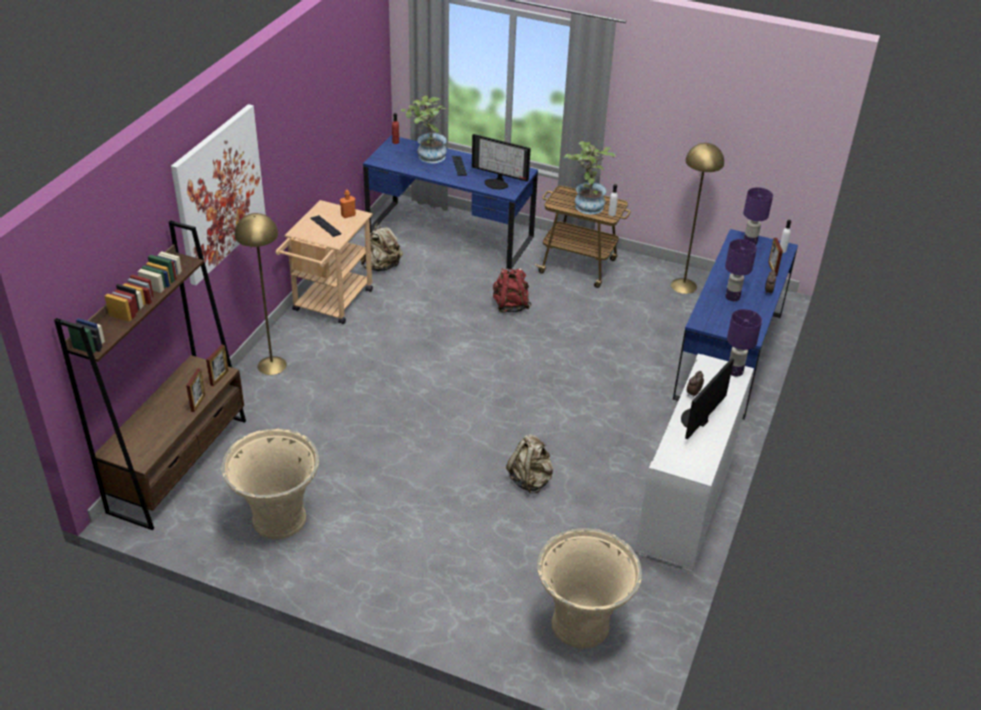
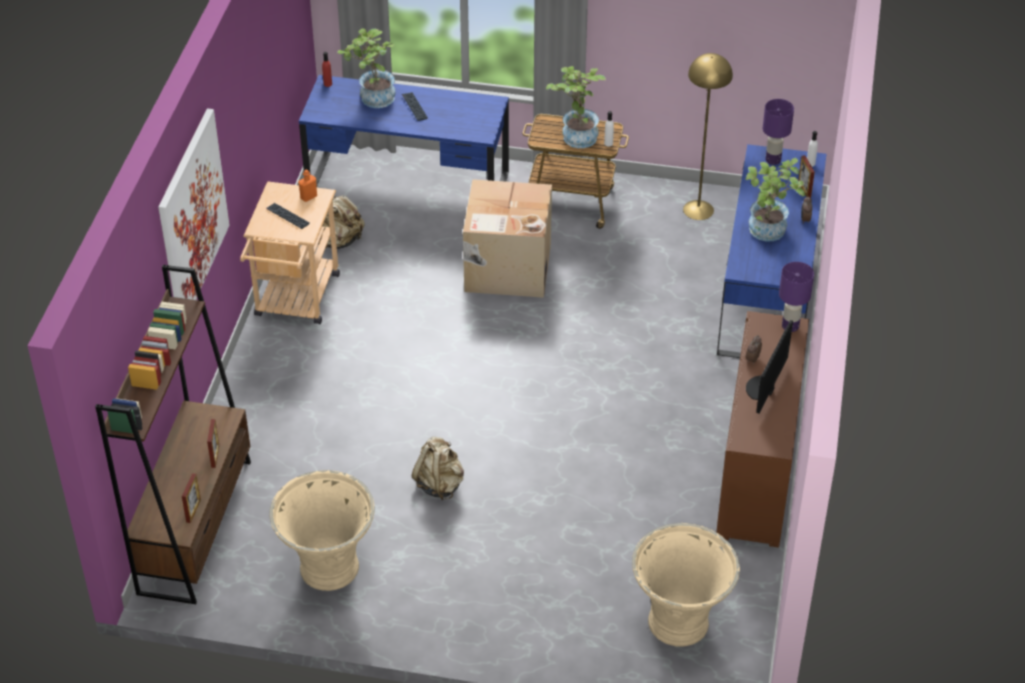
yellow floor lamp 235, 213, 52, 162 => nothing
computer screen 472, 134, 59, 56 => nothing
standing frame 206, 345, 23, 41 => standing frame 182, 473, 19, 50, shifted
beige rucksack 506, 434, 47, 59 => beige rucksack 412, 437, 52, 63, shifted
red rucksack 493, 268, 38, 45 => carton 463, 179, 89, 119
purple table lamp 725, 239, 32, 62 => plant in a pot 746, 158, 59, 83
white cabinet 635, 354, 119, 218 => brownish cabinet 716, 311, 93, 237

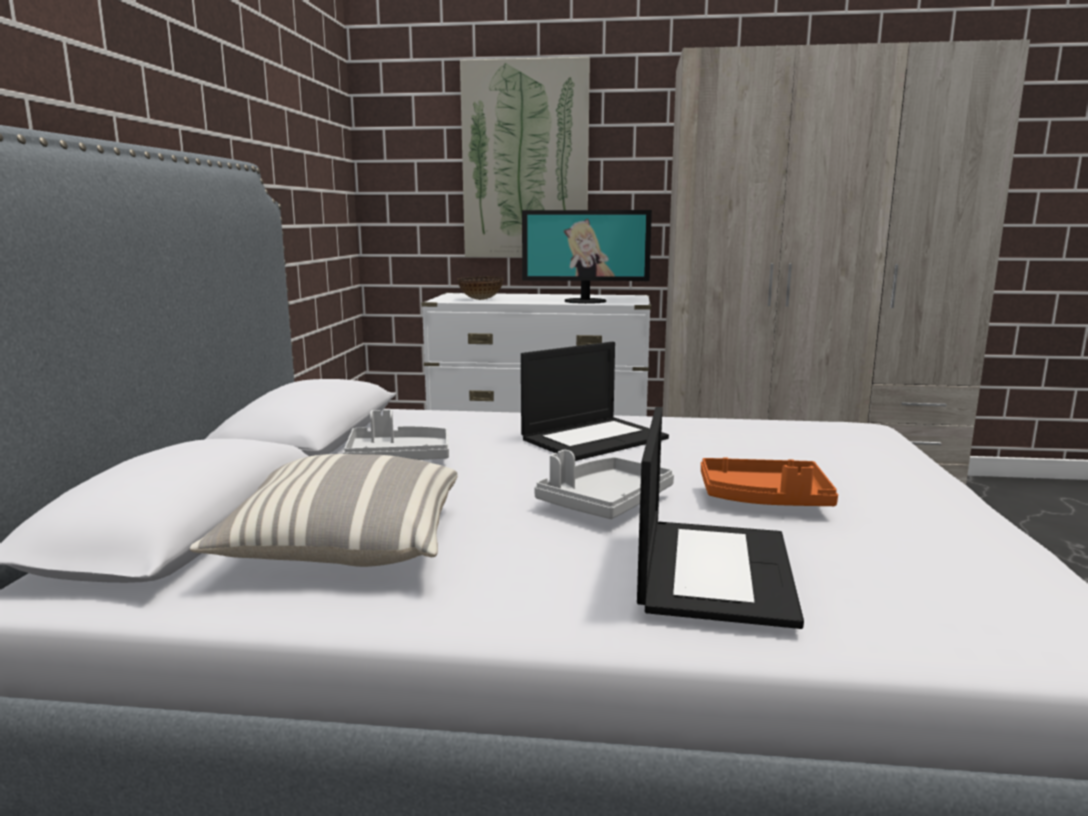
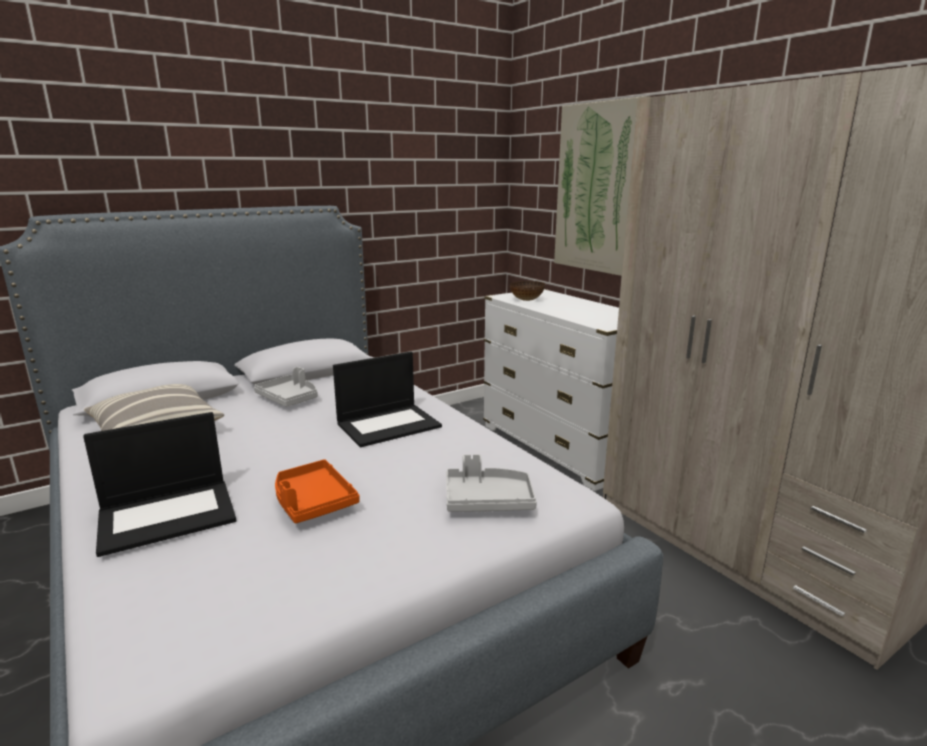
computer screen 522, 210, 130, 94 => nothing
greyish carrying tray 534, 450, 140, 69 => greyish carrying tray 446, 454, 91, 58, shifted
laptop 521, 342, 148, 119 => laptop 333, 352, 109, 95, 45 degrees counterclockwise

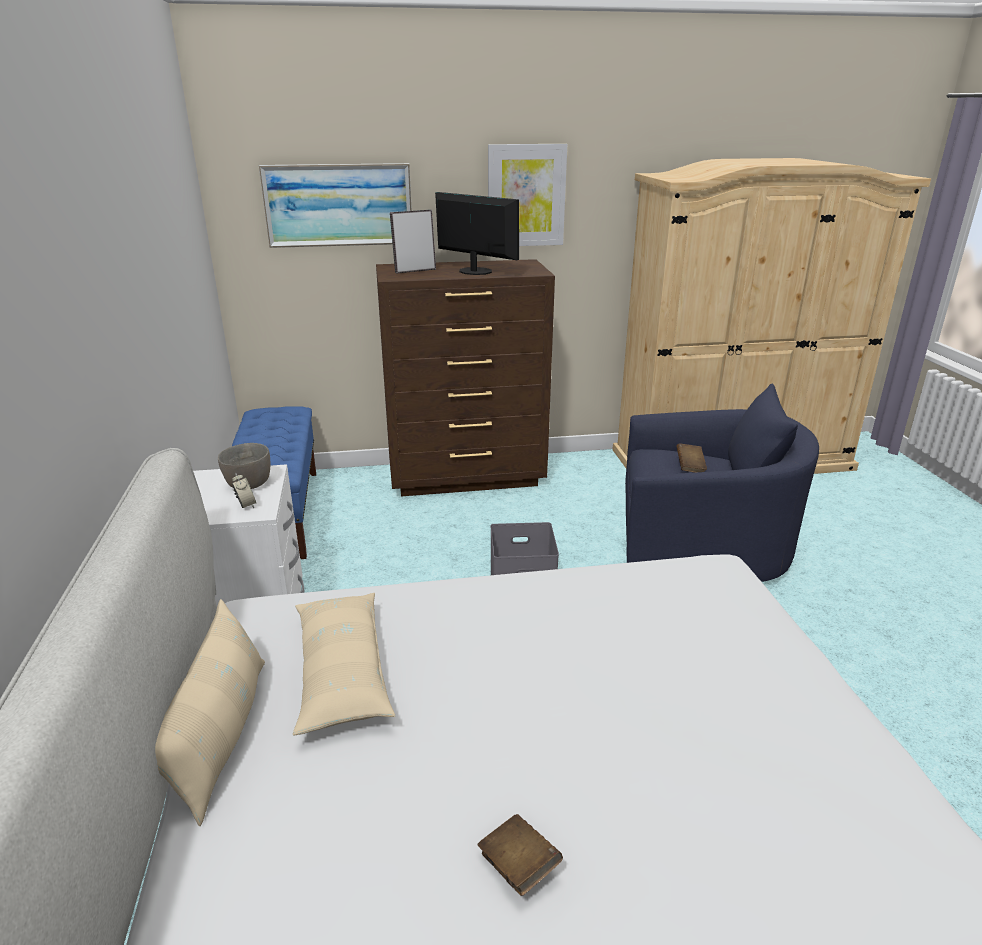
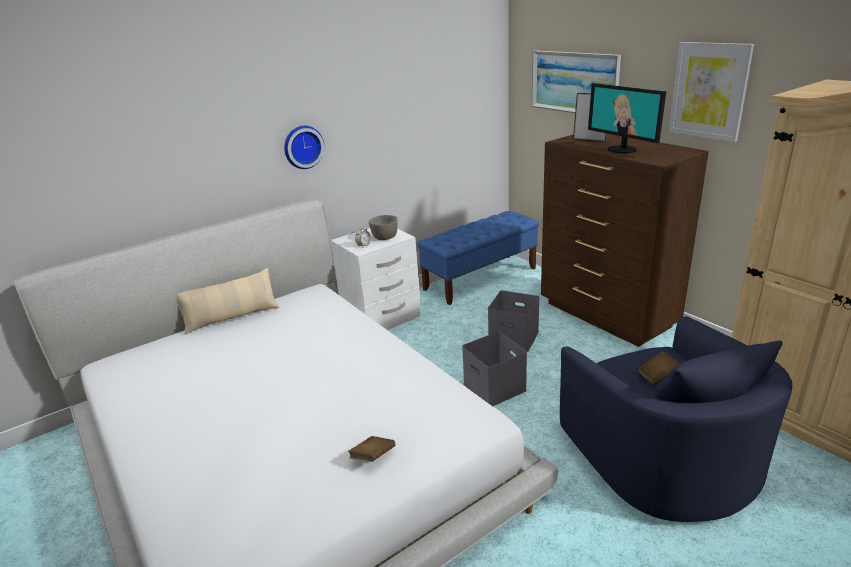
beige throw pillow 293, 593, 102, 142 => nothing
nothing => clock on the wall 284, 126, 40, 43
nothing => greyish storage box 488, 290, 52, 62
brownish book 477, 814, 86, 82 => brownish book 348, 436, 47, 26, shifted
computer screen 435, 192, 84, 83 => computer screen 588, 83, 79, 70, 135 degrees clockwise

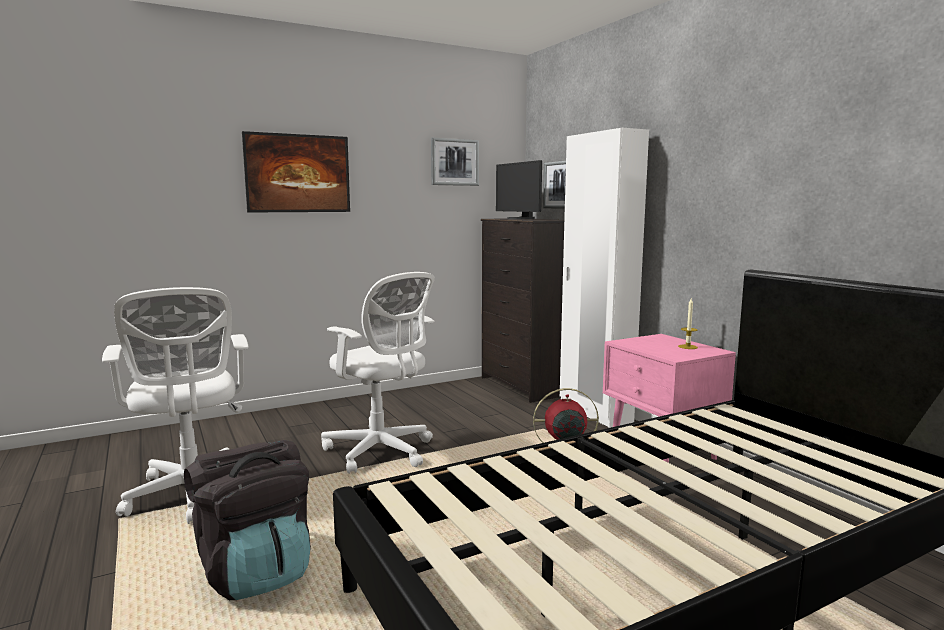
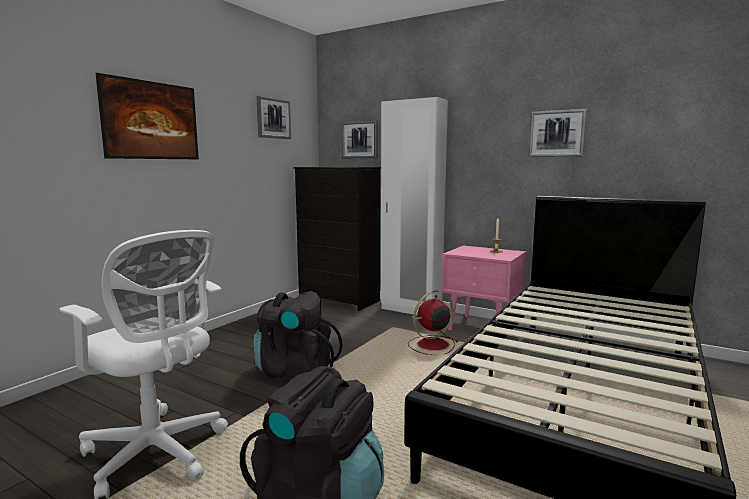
computer screen 496, 160, 46, 59 => nothing
nothing => picture 528, 109, 59, 48
white computer chair 321, 272, 114, 202 => blackish rucksack 253, 291, 90, 88

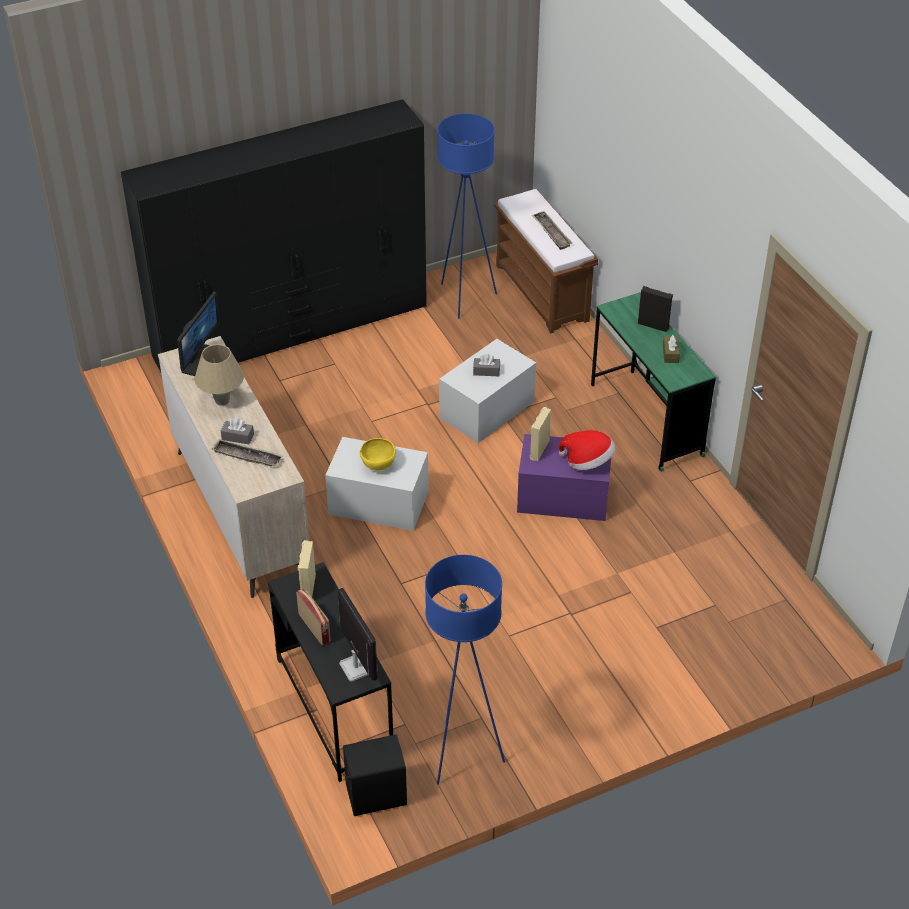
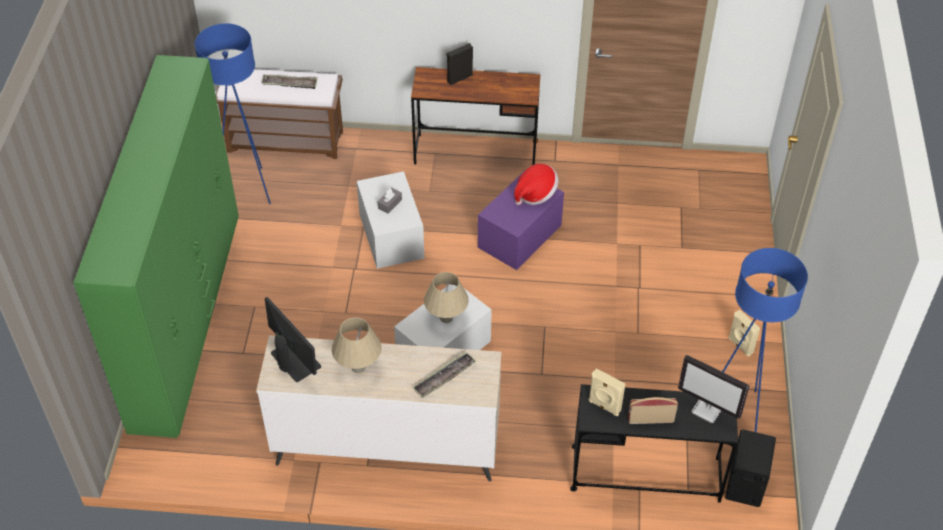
greyish tissue box 221, 418, 33, 26 => nothing
brownish tissue box 663, 335, 17, 28 => nothing
beige speaker 530, 407, 21, 54 => beige speaker 728, 310, 32, 47, shifted
yellow bowl 360, 438, 36, 33 => beige table lamp 424, 272, 45, 51
blackish wardrobe 121, 99, 306, 273 => green-coloured wardrobe 73, 55, 166, 383
green-coloured desk 591, 292, 125, 180 => brownish desk 411, 67, 130, 98
computer screen 338, 588, 40, 94 => computer screen 678, 355, 72, 68, 150 degrees counterclockwise

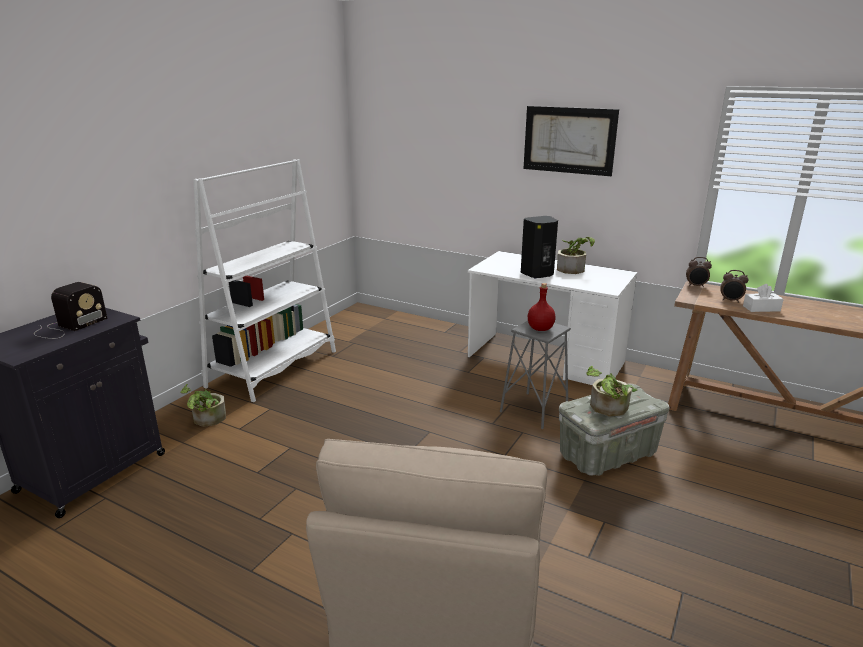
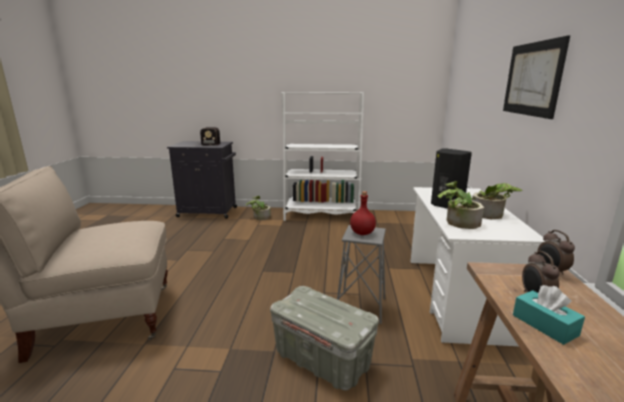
plant in a pot 586, 366, 52, 51 => plant in a pot 438, 181, 46, 48, shifted
white tissue box 743, 284, 41, 28 => blue-green tissue box 513, 285, 72, 60

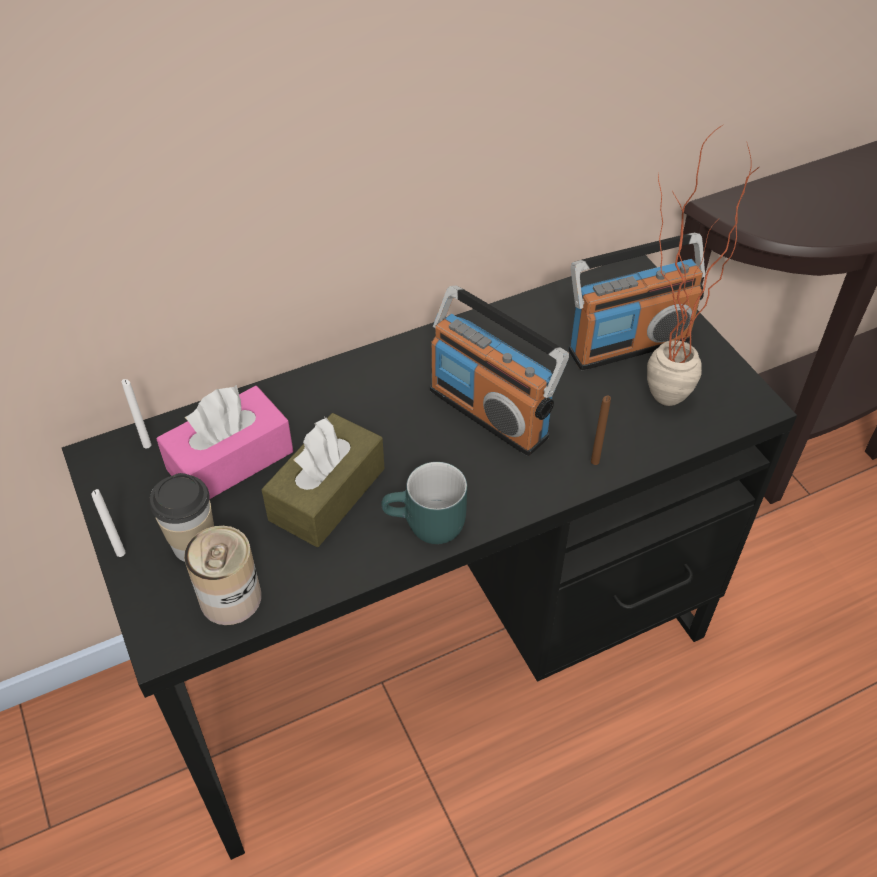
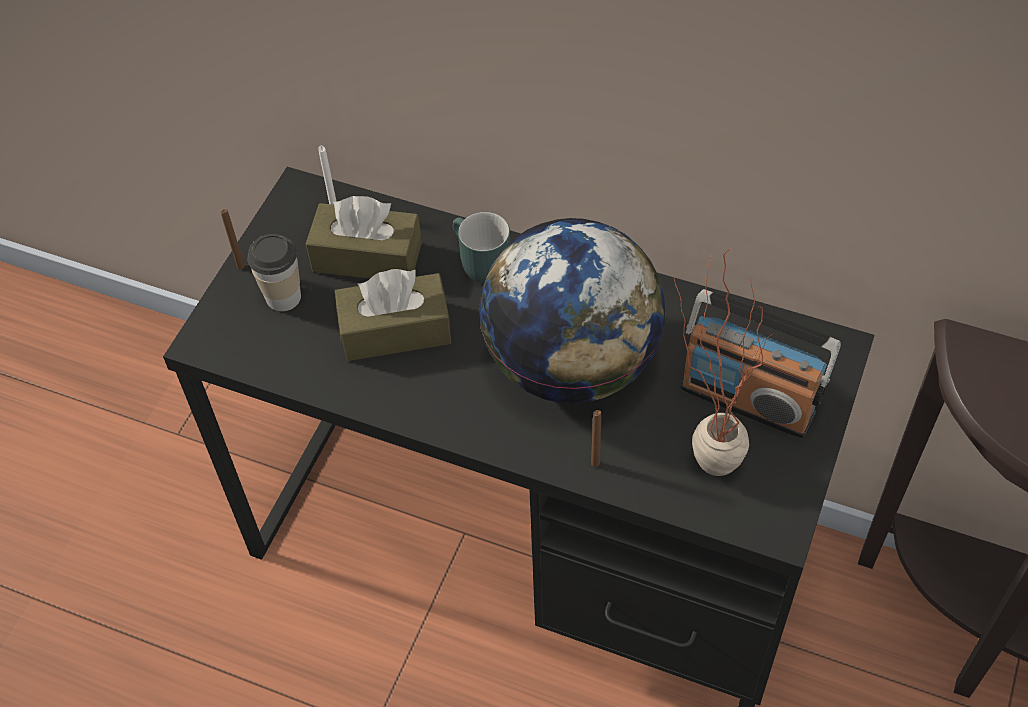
can 184, 526, 78, 99 => nothing
blue-green tea mug 381, 462, 86, 82 => blue-green tea mug 453, 212, 57, 71, shifted
radio set 430, 285, 139, 171 => desk globe 479, 218, 187, 186
white candle 91, 489, 35, 68 => brownish candle 221, 209, 24, 60
pinkish tissue box 156, 385, 137, 114 => brownish tissue box 306, 196, 116, 83

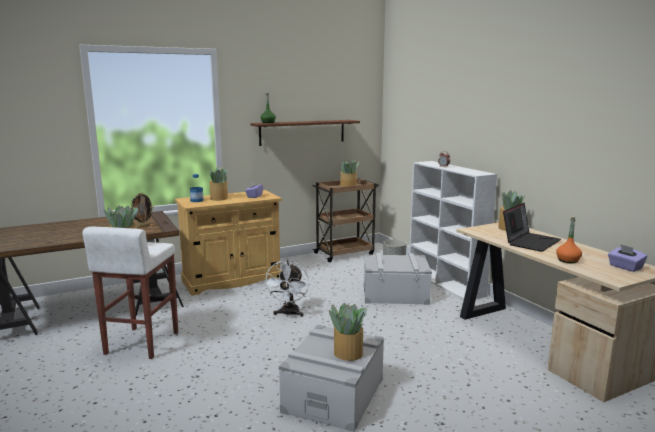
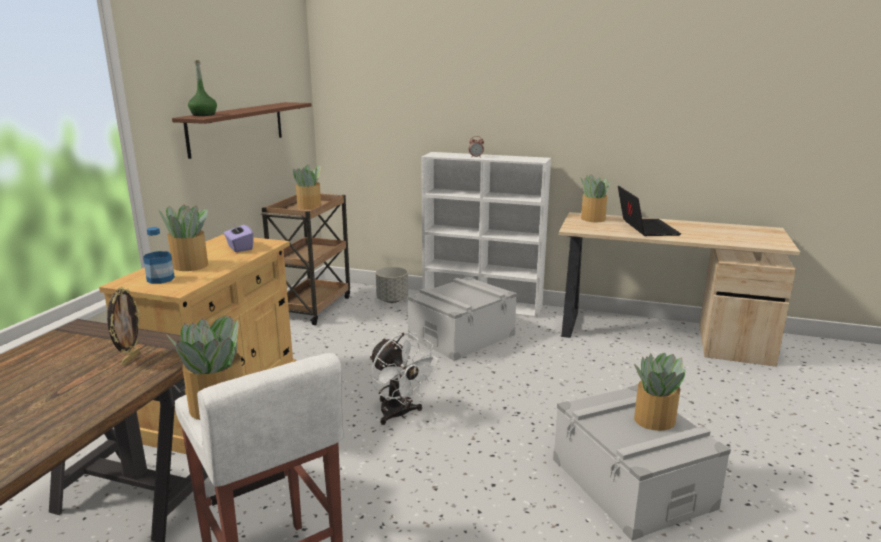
orange-coloured beverage bottle 556, 217, 26, 46 => nothing
purple tissue box 608, 244, 39, 28 => nothing

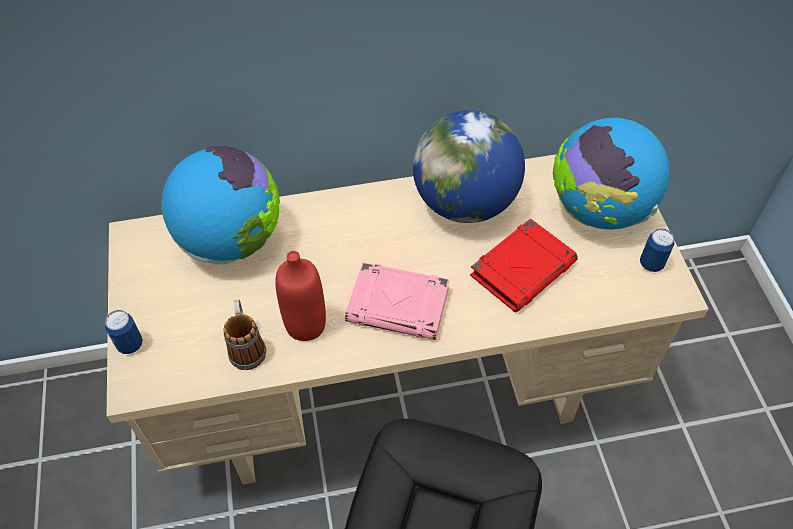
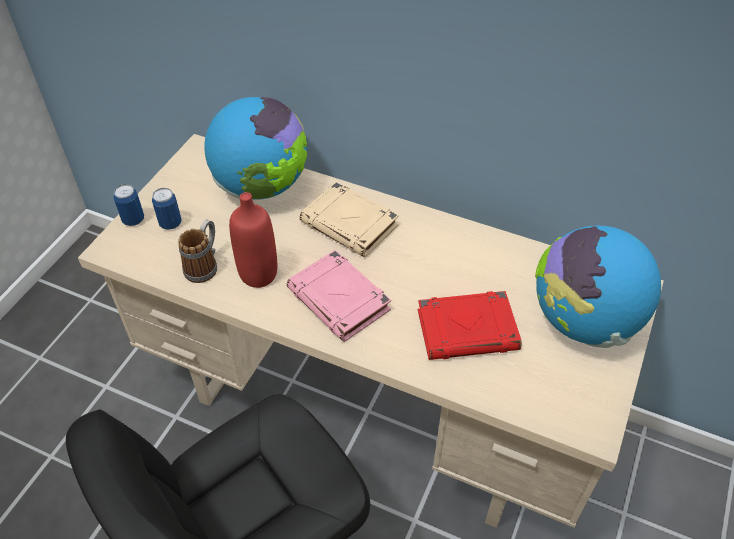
desk globe 413, 110, 112, 113 => nothing
nothing => beige book 300, 182, 99, 76
can 640, 228, 34, 44 => can 152, 188, 30, 42, shifted

